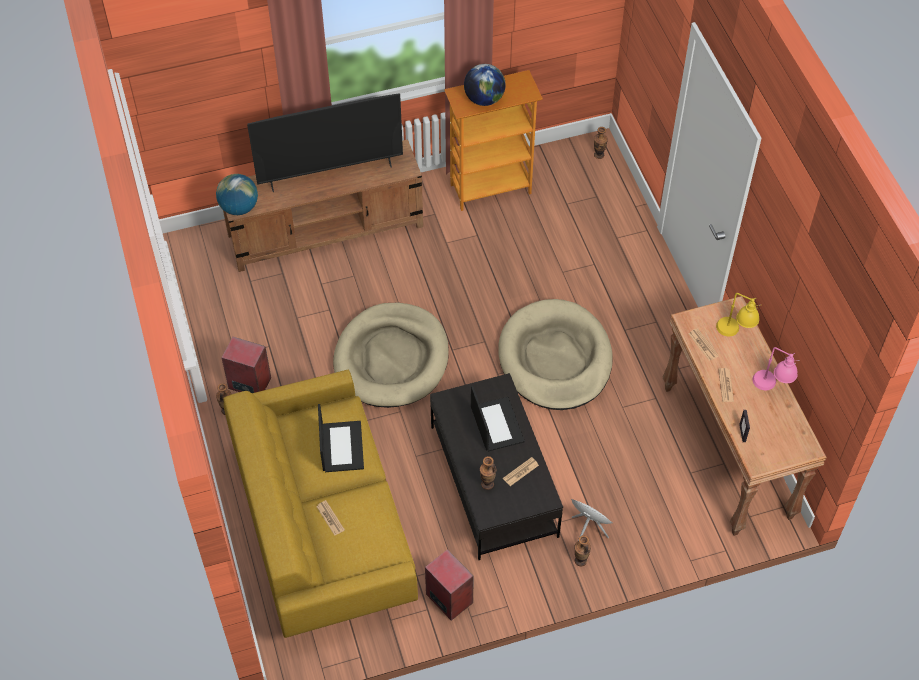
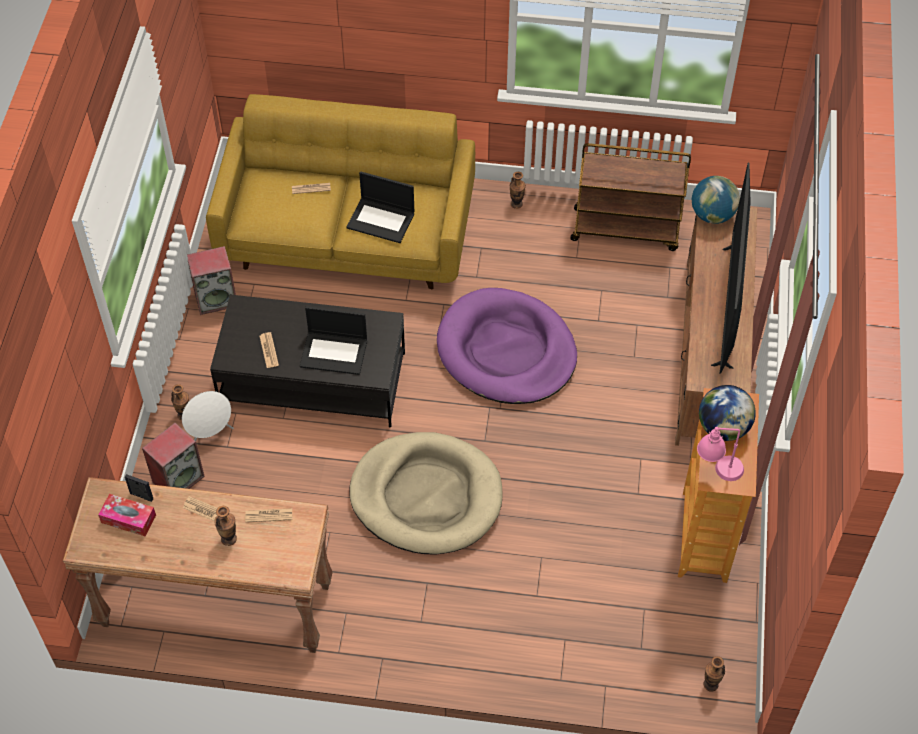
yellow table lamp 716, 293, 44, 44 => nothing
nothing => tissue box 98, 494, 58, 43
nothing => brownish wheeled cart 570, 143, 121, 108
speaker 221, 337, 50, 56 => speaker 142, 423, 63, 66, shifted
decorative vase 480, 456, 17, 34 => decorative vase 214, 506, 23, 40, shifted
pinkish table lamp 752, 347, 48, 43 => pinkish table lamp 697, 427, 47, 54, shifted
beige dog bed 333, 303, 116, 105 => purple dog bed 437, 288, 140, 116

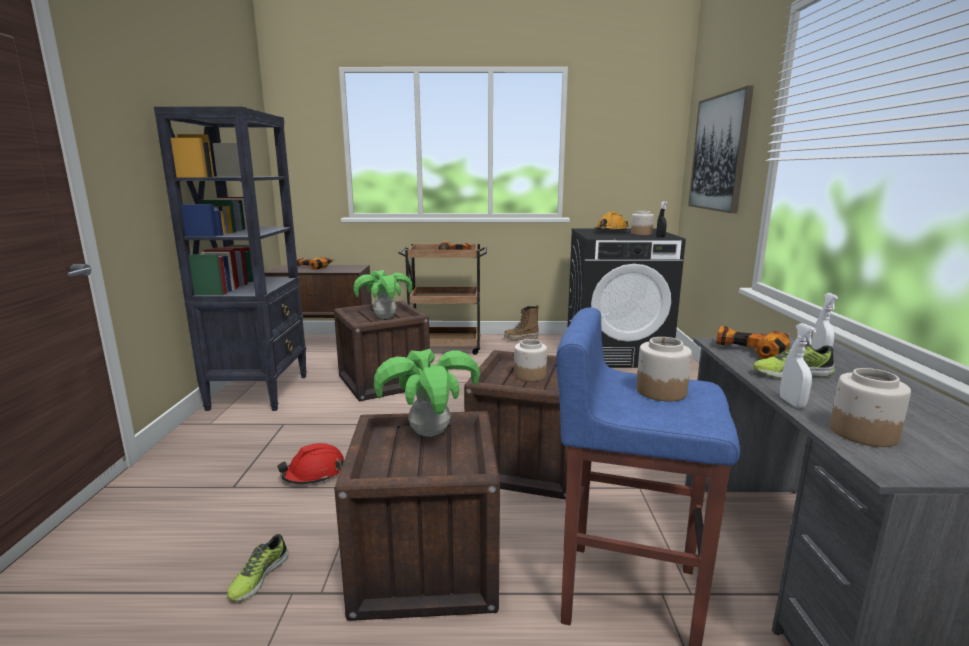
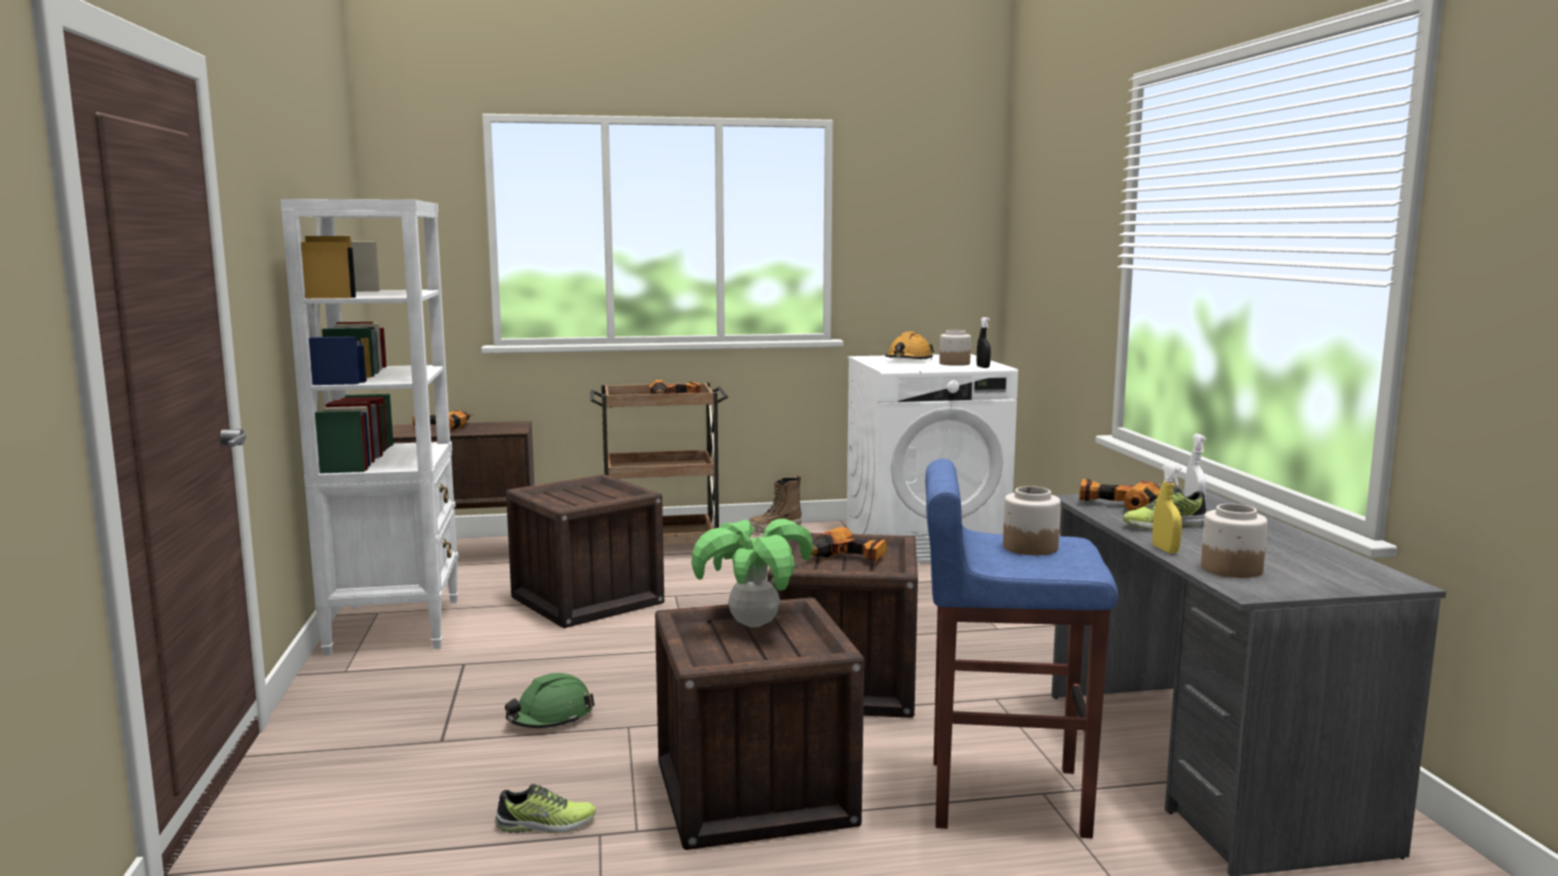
plant in a pot 354, 270, 58, 49 => nothing
picture 688, 86, 66, 127 => nothing
preserve jar 514, 339, 33, 42 => electric drill 798, 527, 89, 34
blackish shelving unit 154, 107, 153, 304 => white shelving unit 280, 199, 178, 457
red safety helmet 277, 443, 67, 41 => green-coloured safety helmet 505, 673, 90, 55
blackish laundry appliance 567, 229, 119, 139 => white laundry appliance 847, 354, 171, 209
white sprayer 780, 323, 37, 85 => yellow sprayer 1152, 464, 30, 89
low shoe 227, 534, 62, 67 => low shoe 495, 784, 101, 49, 105 degrees counterclockwise

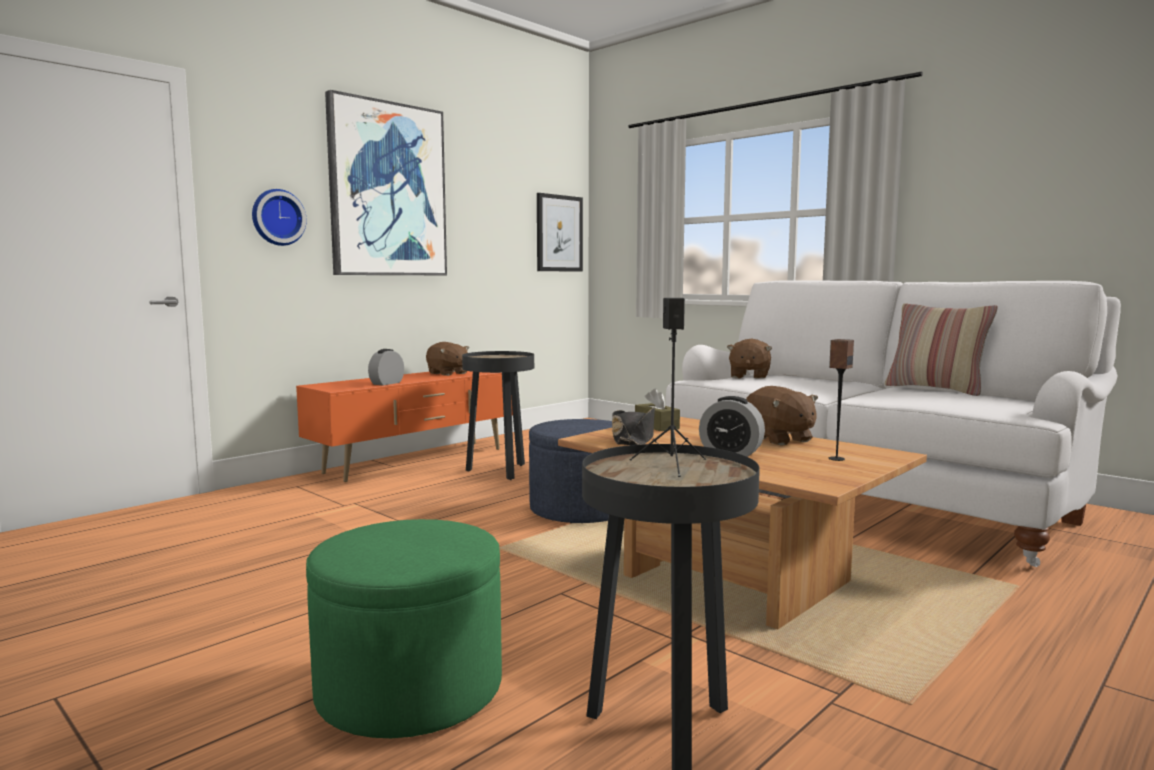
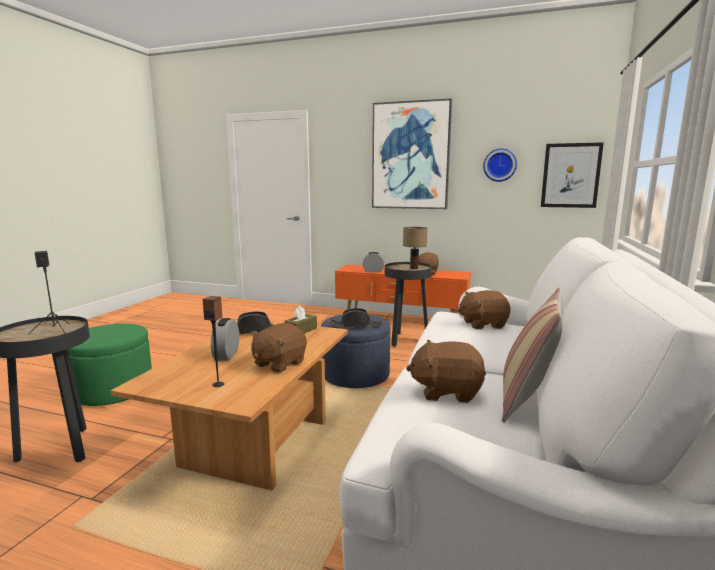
nothing => blackish hat 329, 308, 54, 20
nothing => table lamp 403, 227, 24, 42
nothing => brownish cuddly toy 406, 340, 80, 63
clock on the wall 252, 189, 55, 57 => clock on the wall 483, 148, 34, 34, shifted

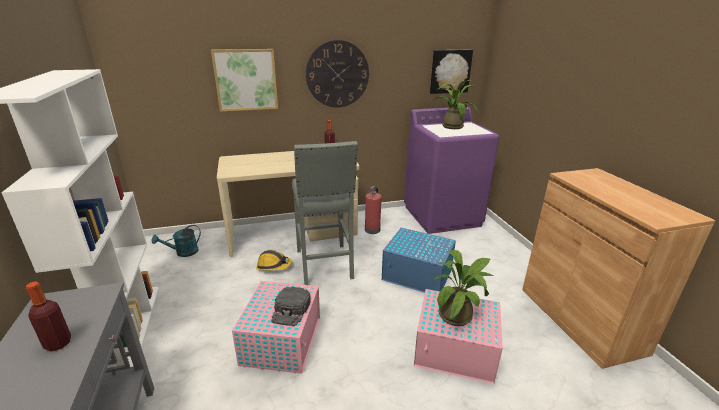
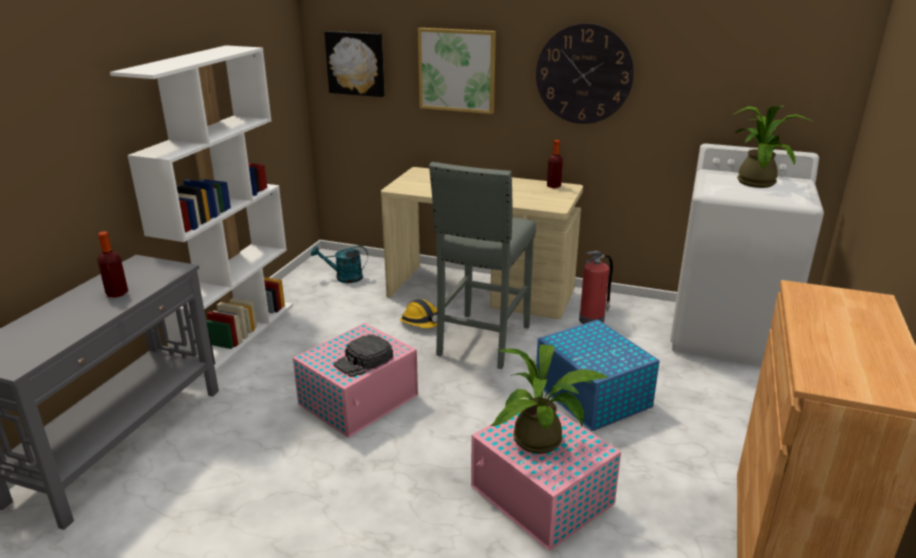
picture 430, 50, 43, 44 => picture 324, 31, 60, 66, shifted
purple laundry appliance 404, 107, 95, 127 => white laundry appliance 670, 144, 154, 223

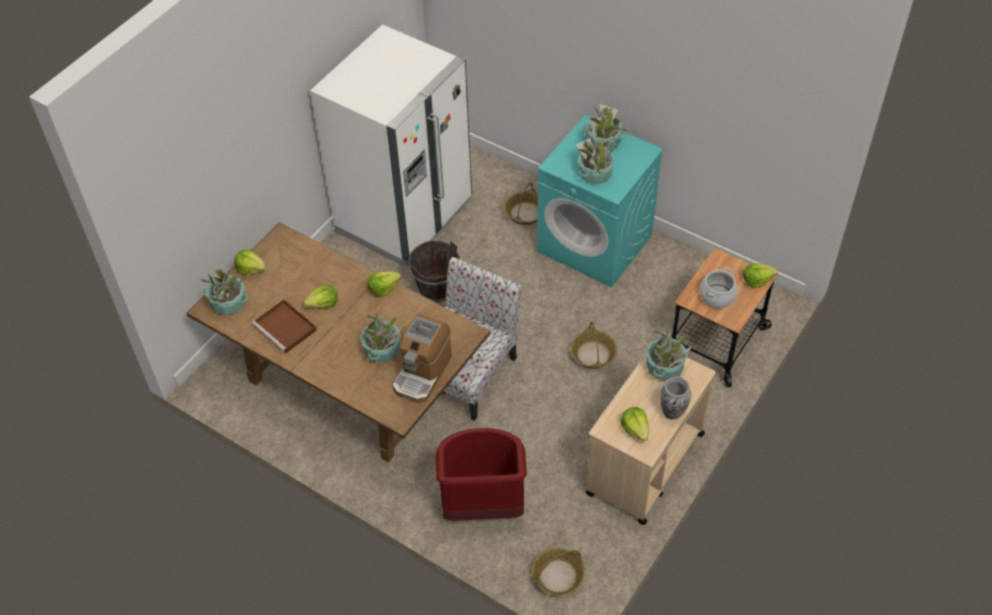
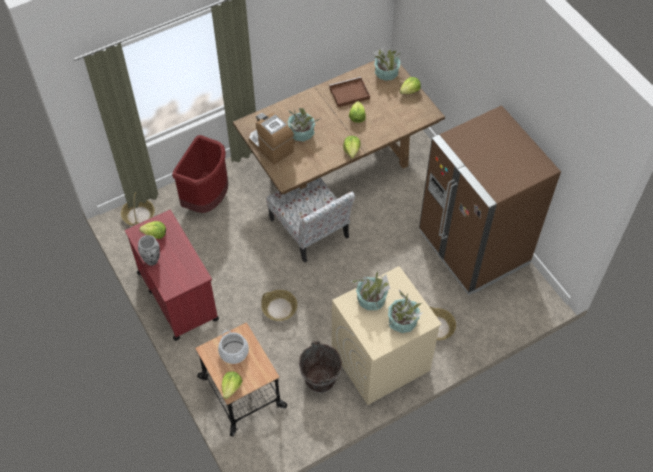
plant in a pot 646, 328, 46, 52 => nothing
brownish water bucket 409, 240, 51, 62 => brownish water bucket 299, 341, 43, 52, shifted
white kitchen fridge 310, 24, 162, 243 => brownish kitchen fridge 419, 105, 142, 190
blue-green laundry appliance 537, 115, 126, 172 => beige laundry appliance 332, 266, 110, 139
beige wheeled cart 586, 354, 130, 171 => red wheeled cart 125, 210, 94, 131

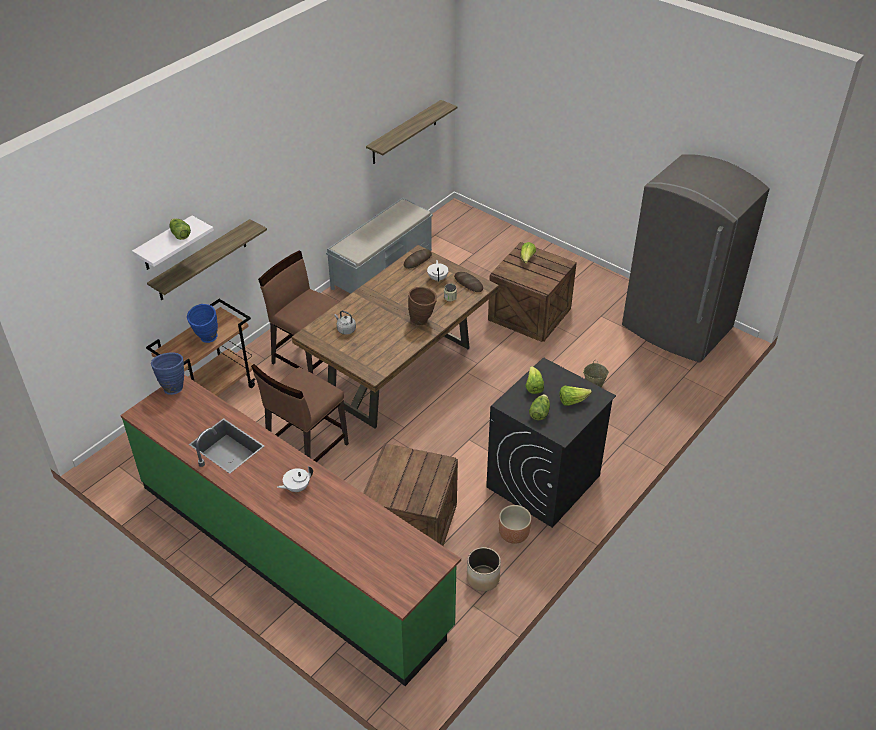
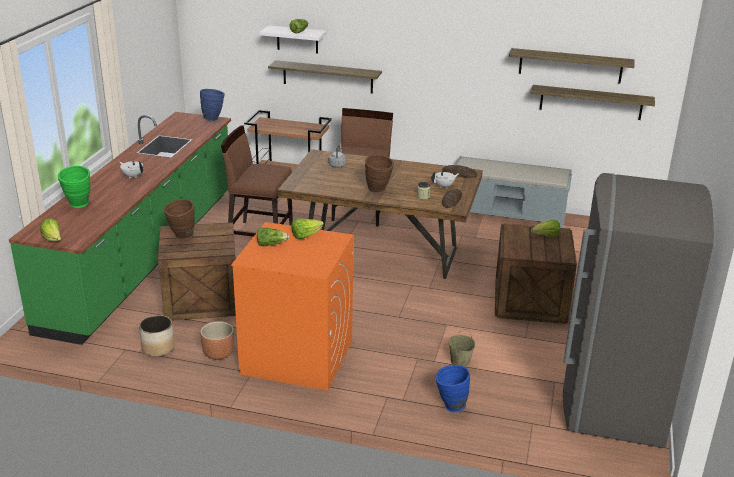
nothing => green-coloured decorative vase 58, 166, 32, 42
nothing => brownish decorative vase 164, 199, 31, 41
nothing => shelf 509, 48, 125, 36
blue decorative vase 187, 304, 31, 39 => blue decorative vase 436, 365, 34, 47, shifted
lettuce 560, 386, 32, 20 => lettuce 40, 218, 21, 23, shifted
blackish laundry appliance 486, 358, 130, 170 => orange-coloured laundry appliance 231, 222, 123, 169

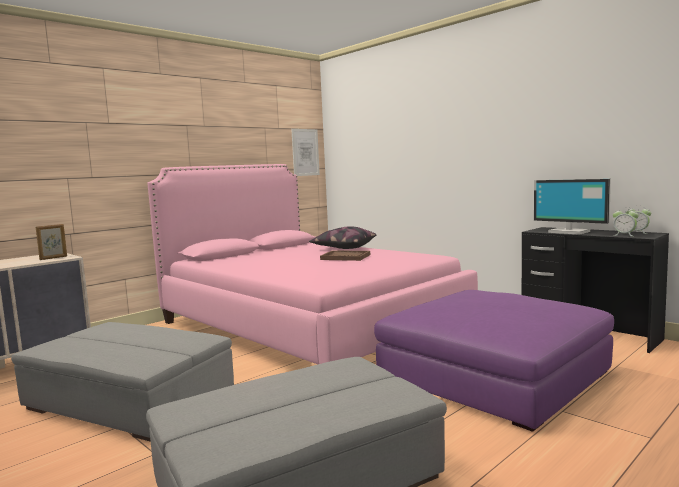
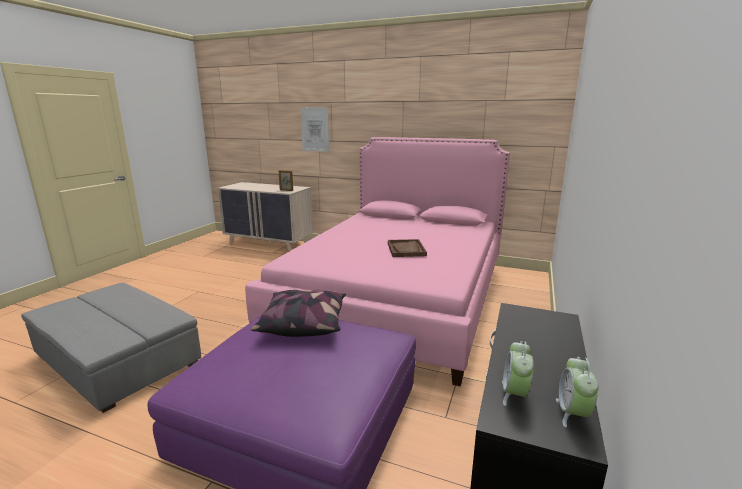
greyish footrest 11, 322, 223, 120 => nothing
computer screen 534, 179, 77, 56 => nothing
picture 291, 129, 29, 47 => picture 300, 107, 29, 45, shifted
throw pillow 309, 226, 67, 23 => throw pillow 251, 290, 95, 47, shifted

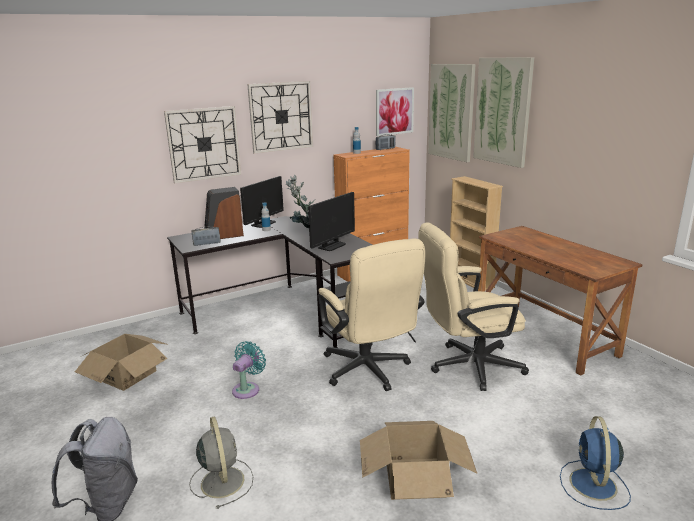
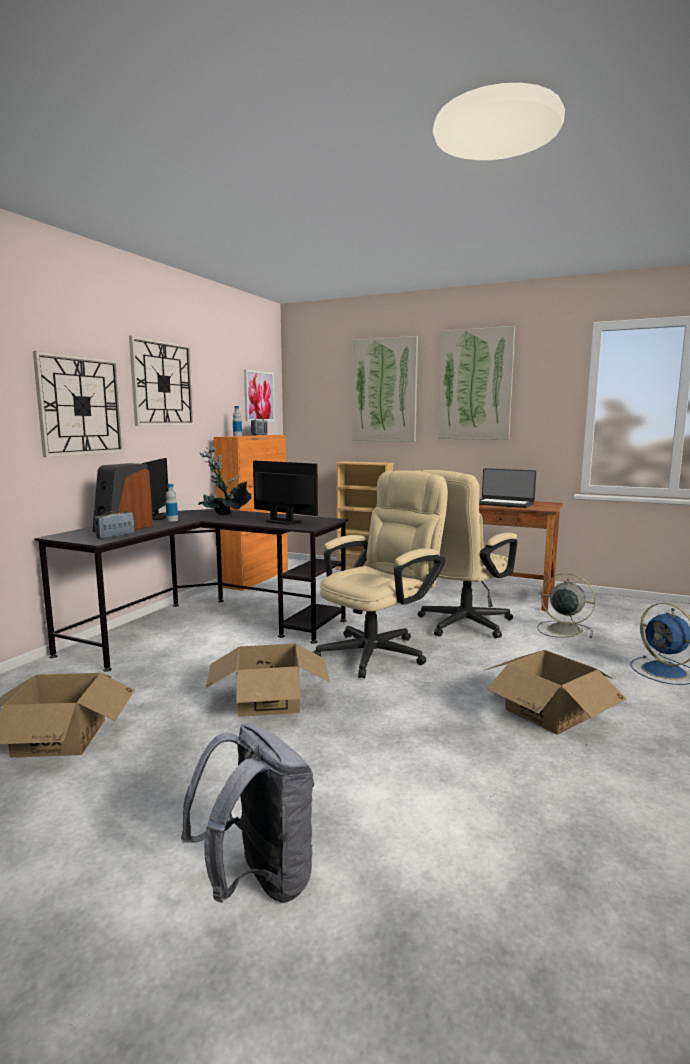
nothing => laptop 479, 468, 57, 40
greyish electric fan 189, 416, 64, 93 => greyish electric fan 537, 573, 59, 65, shifted
picture 428, 64, 48, 98 => picture 438, 326, 77, 114, shifted
blue-green electric fan 232, 341, 34, 58 => carton 205, 644, 125, 73
computer screen 308, 192, 47, 59 => computer screen 253, 461, 65, 64, 60 degrees counterclockwise
beige computer chair 318, 238, 107, 153 => beige computer chair 313, 471, 135, 207, 75 degrees counterclockwise

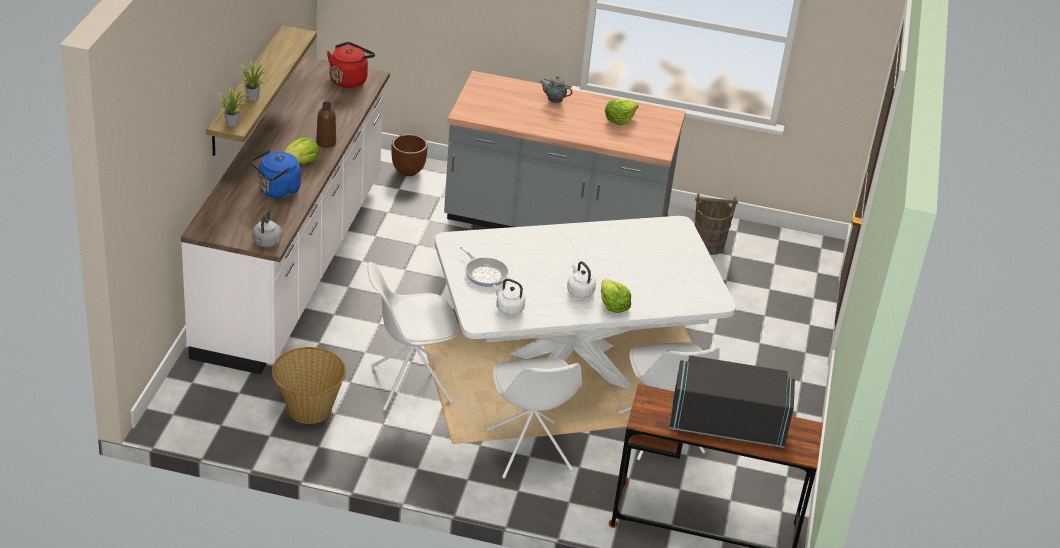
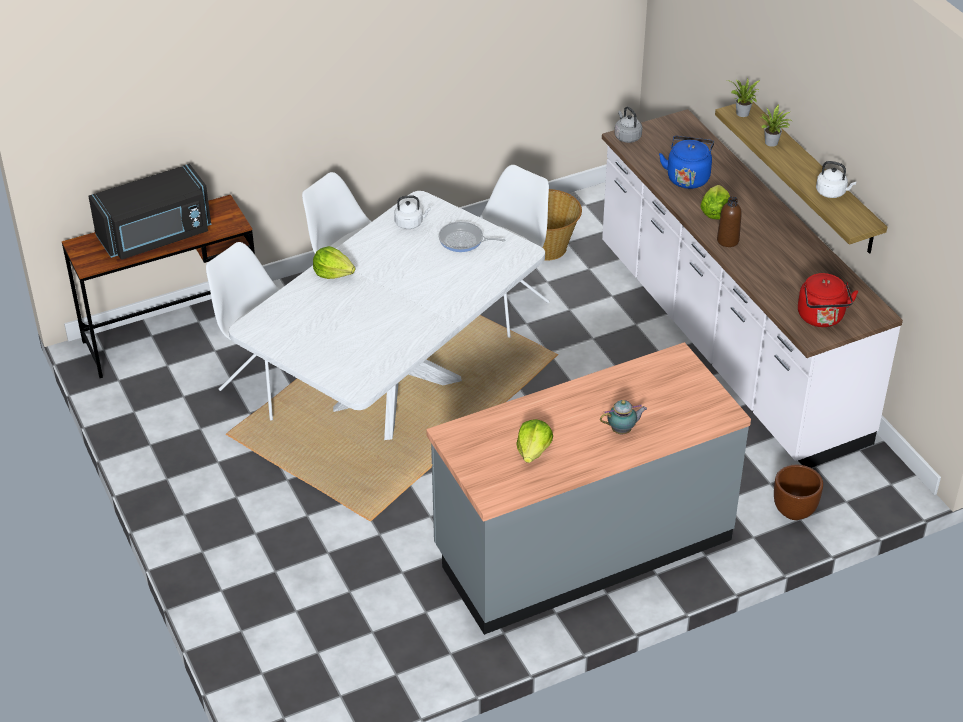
brownish water bucket 695, 193, 43, 62 => nothing
white kettle 567, 261, 29, 37 => white kettle 816, 161, 40, 37, shifted

